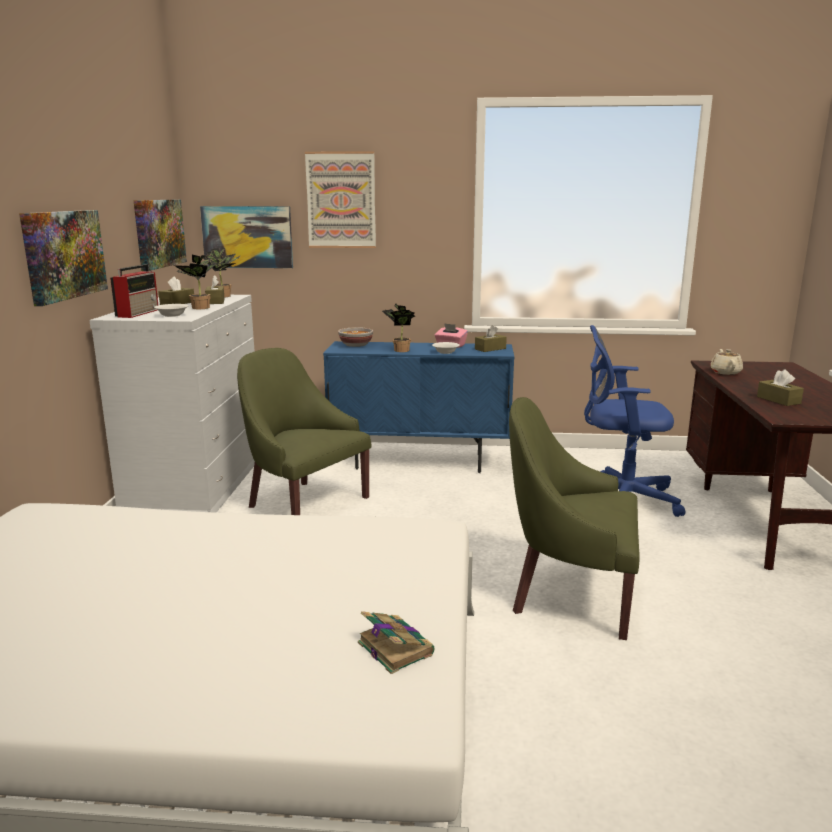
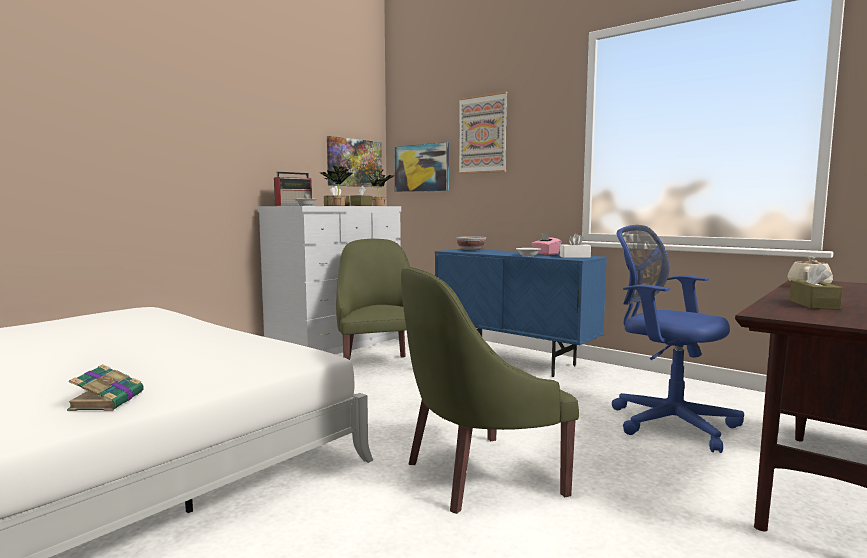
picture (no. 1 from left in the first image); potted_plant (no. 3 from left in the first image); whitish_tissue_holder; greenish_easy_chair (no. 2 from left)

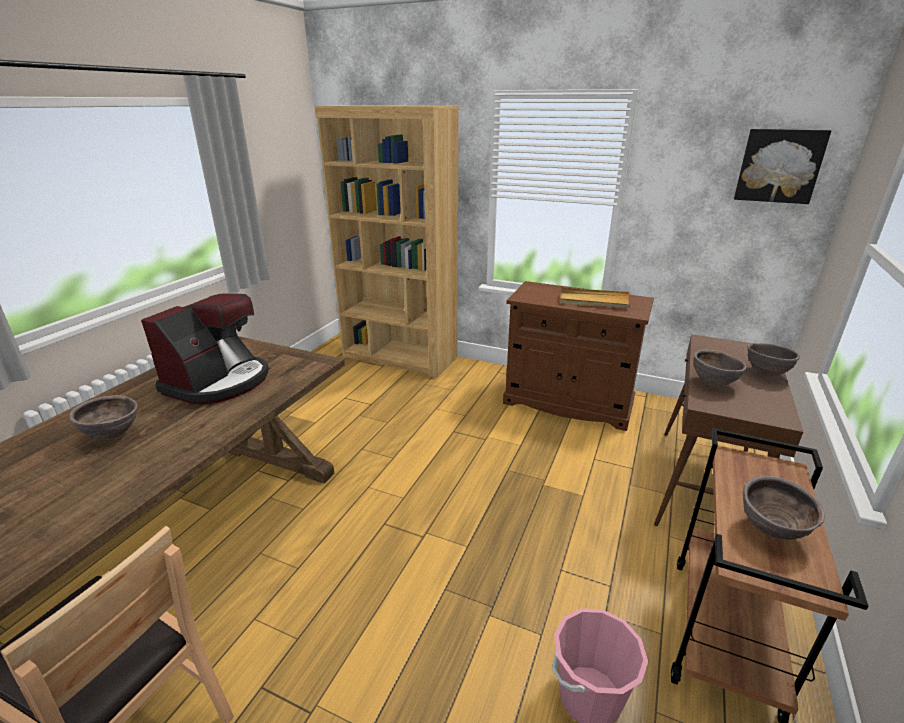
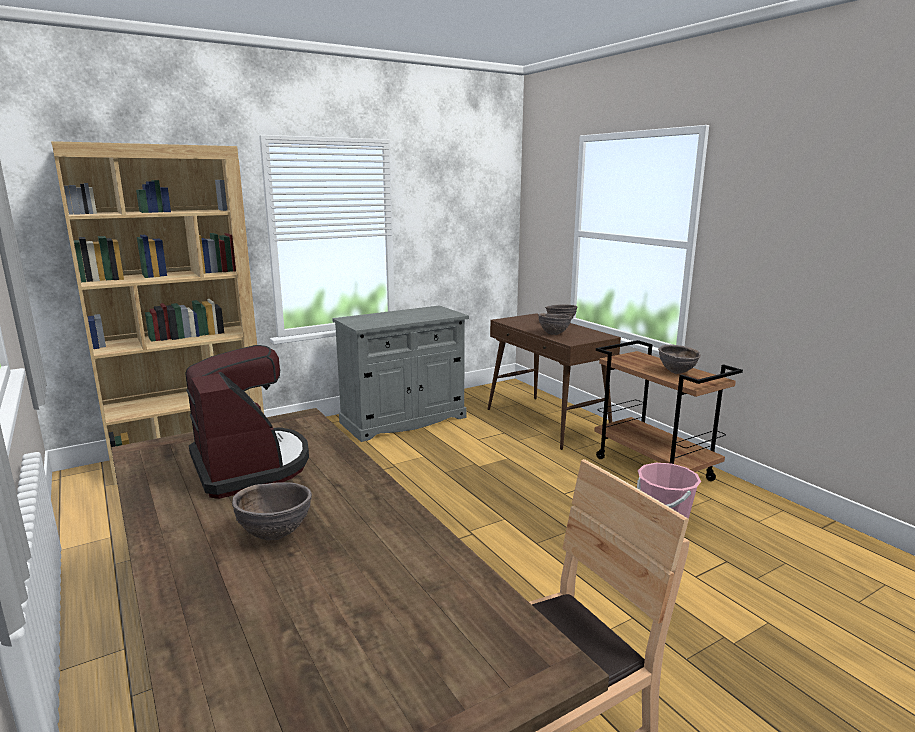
beige-coloured_carrying_tray; picture; grey_cupboard

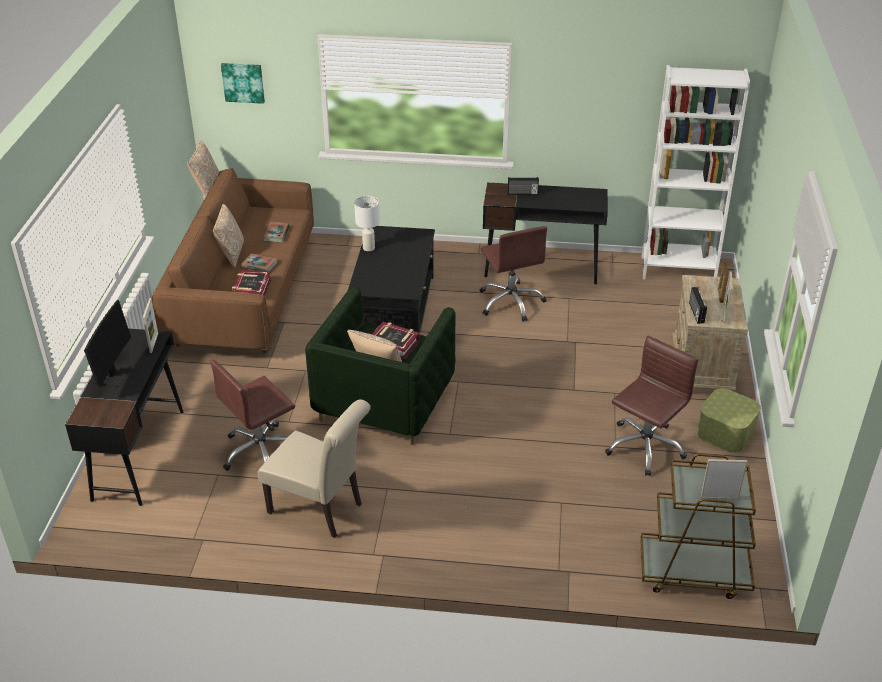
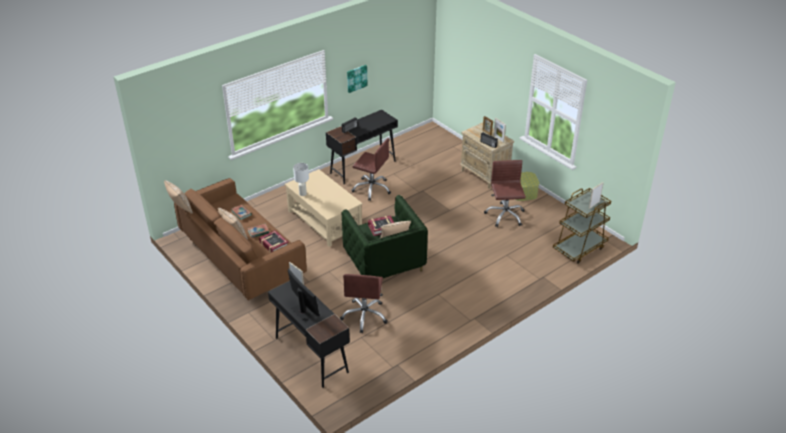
beige-coloured_plain_chair; whitish_shelving_unit; picture; beige-coloured_lounge_table

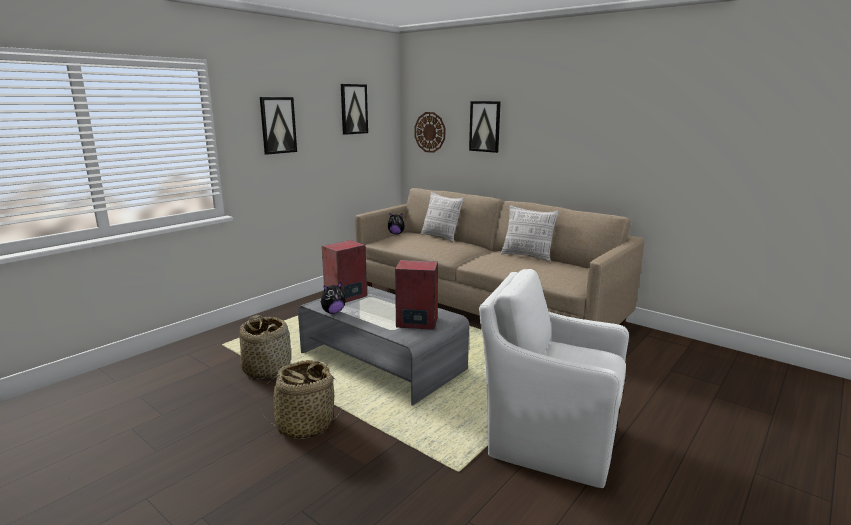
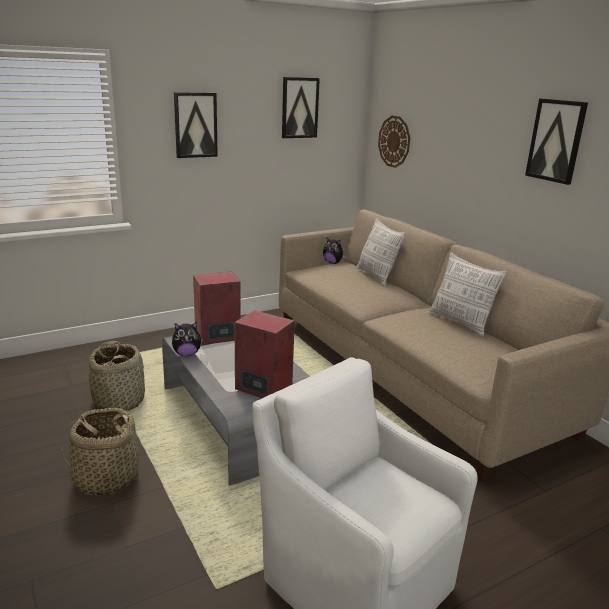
picture (no. 3 from left)

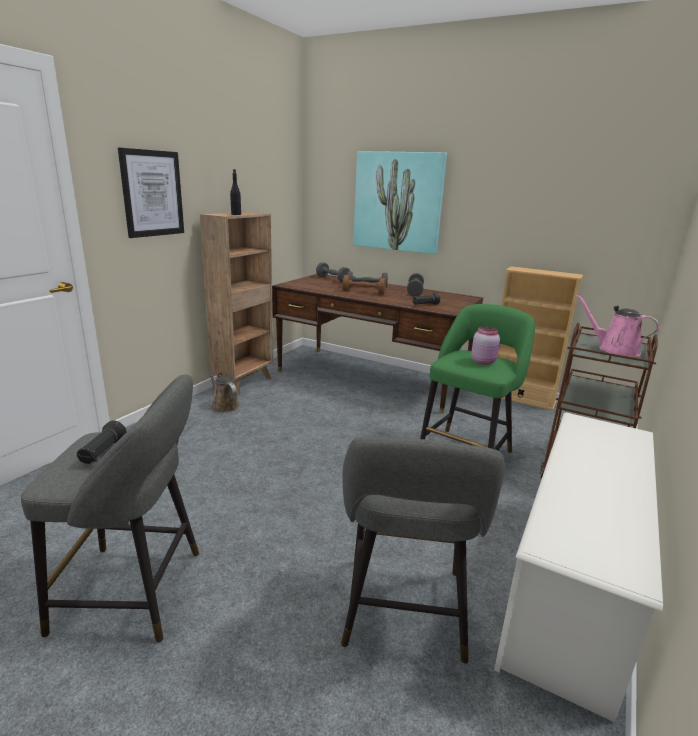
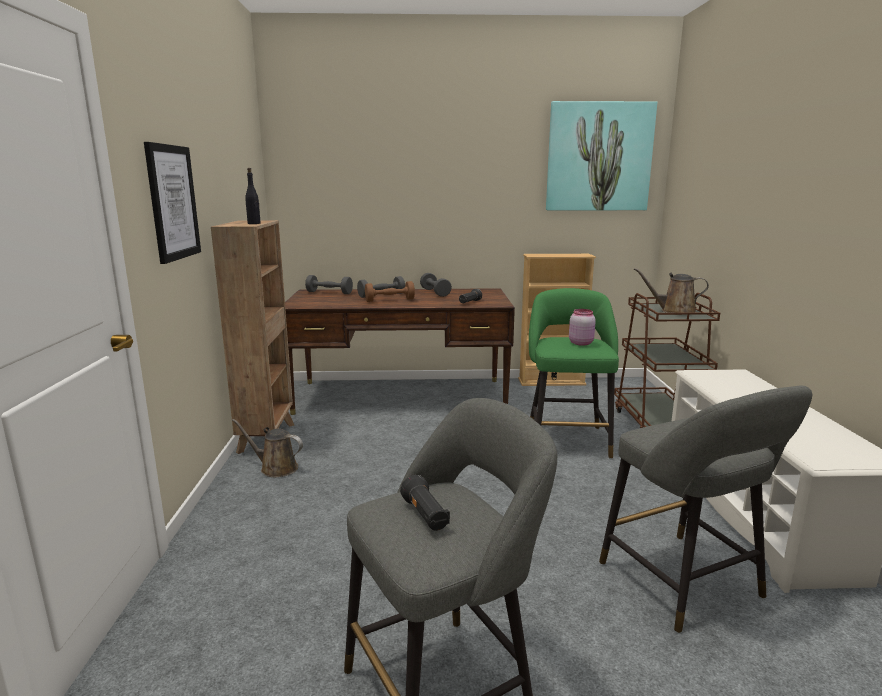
picture (no. 2 from left); brown-coloured_watering_pot (no. 2 from left)

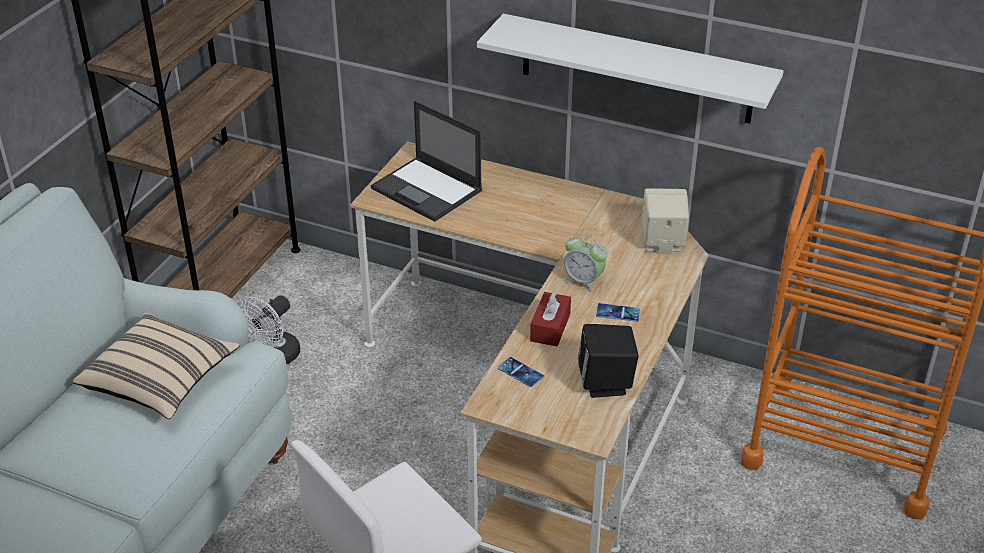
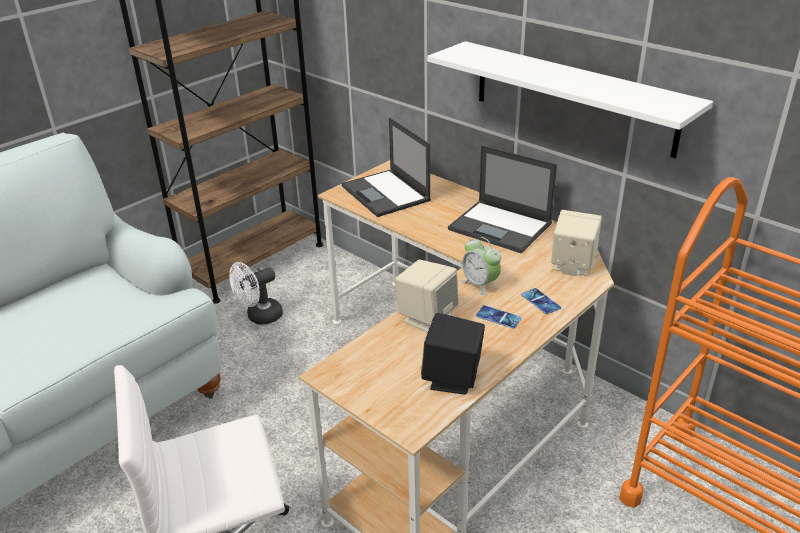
beige-coloured_throw_pillow; laptop (no. 2 from left); phone (no. 2 from left); beige-coloured_audio_speaker (no. 1 from left)

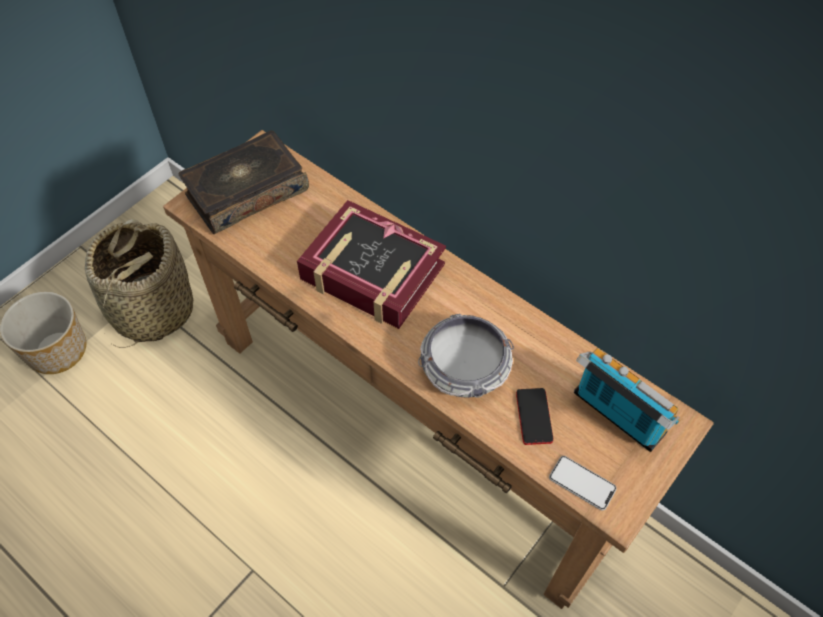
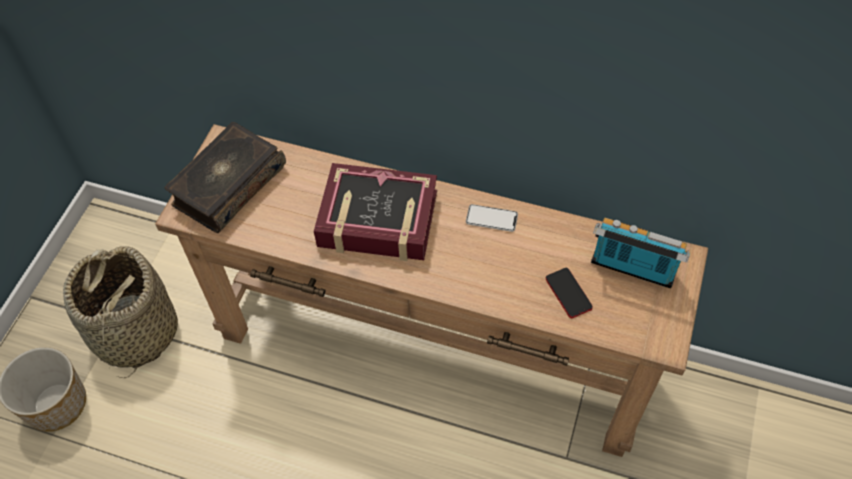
deep_dish; phone (no. 1 from left)

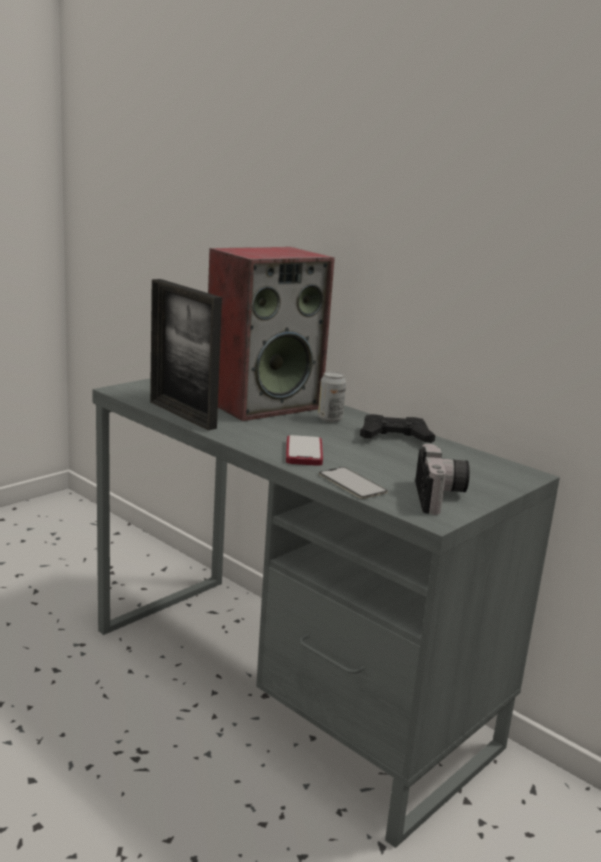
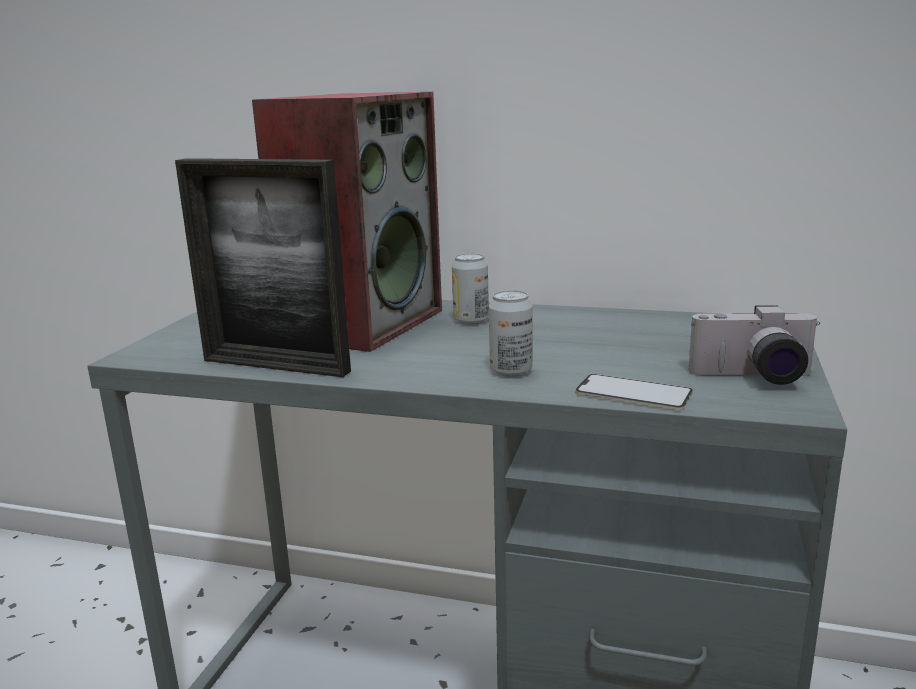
black_gamepad; can (no. 2 from left); still_camera

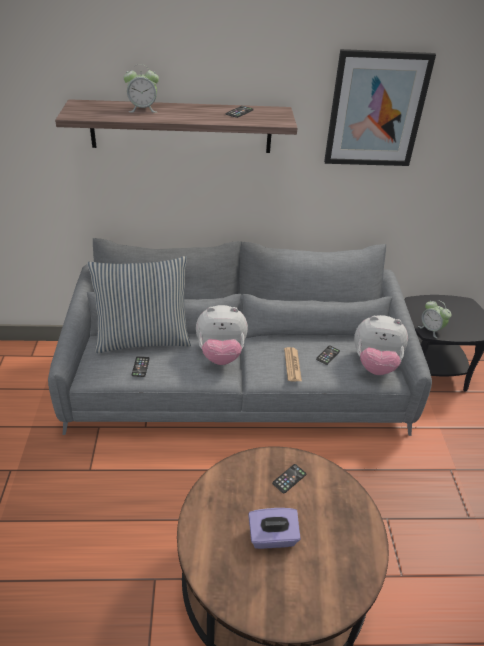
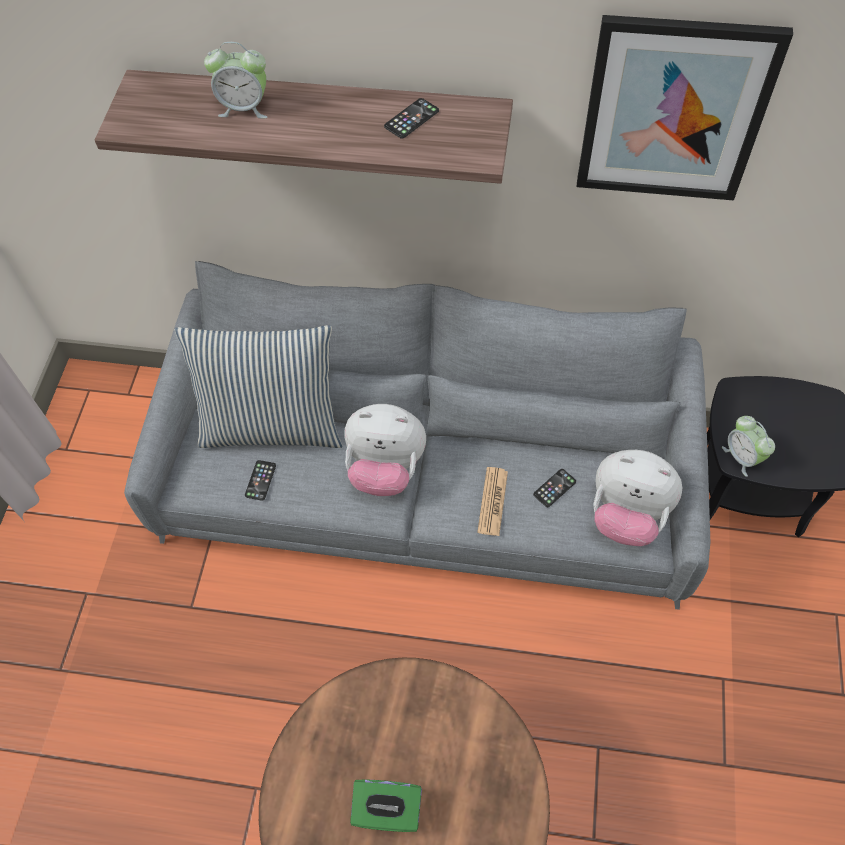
phone (no. 3 from left in the first image); greenish_tissue_holder

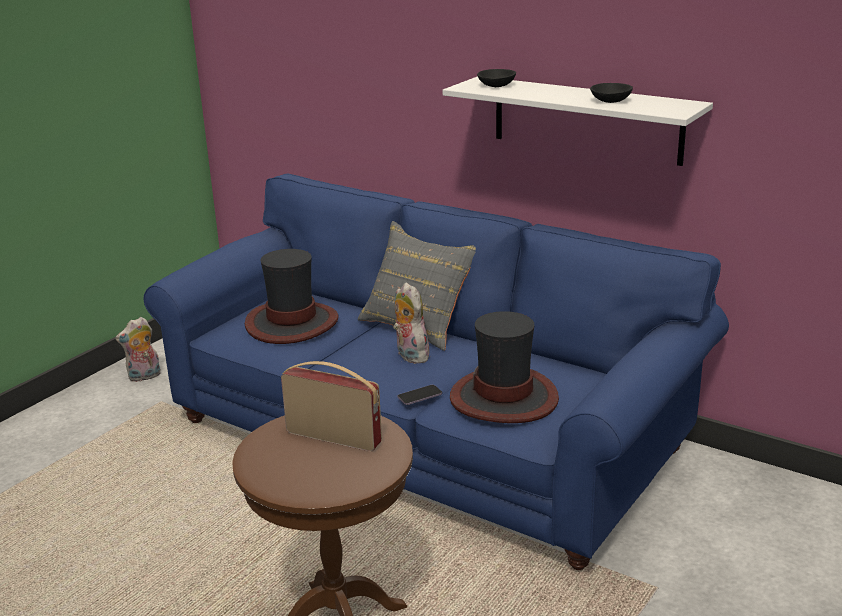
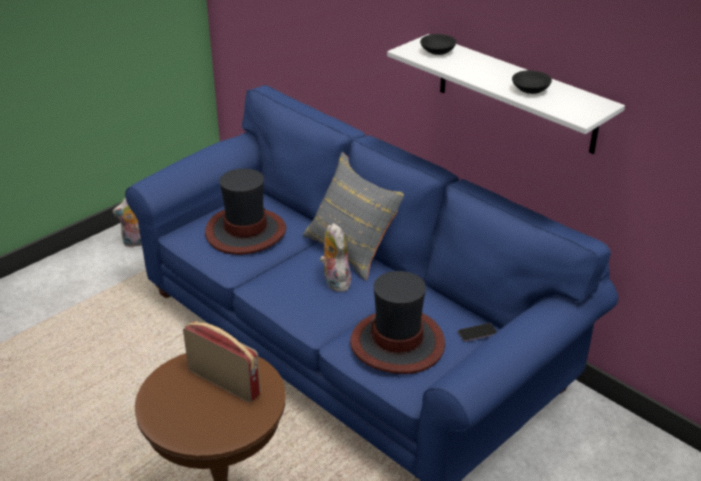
phone

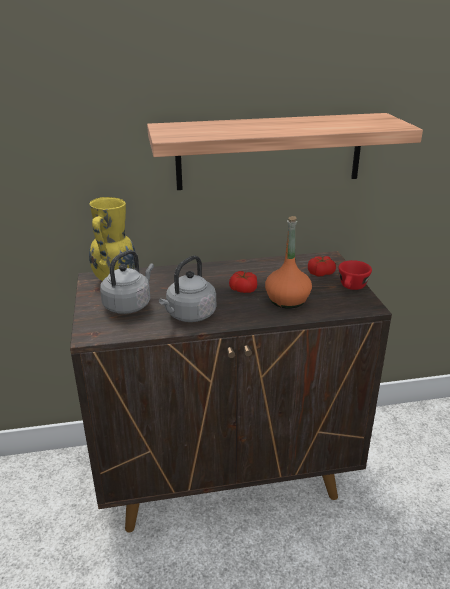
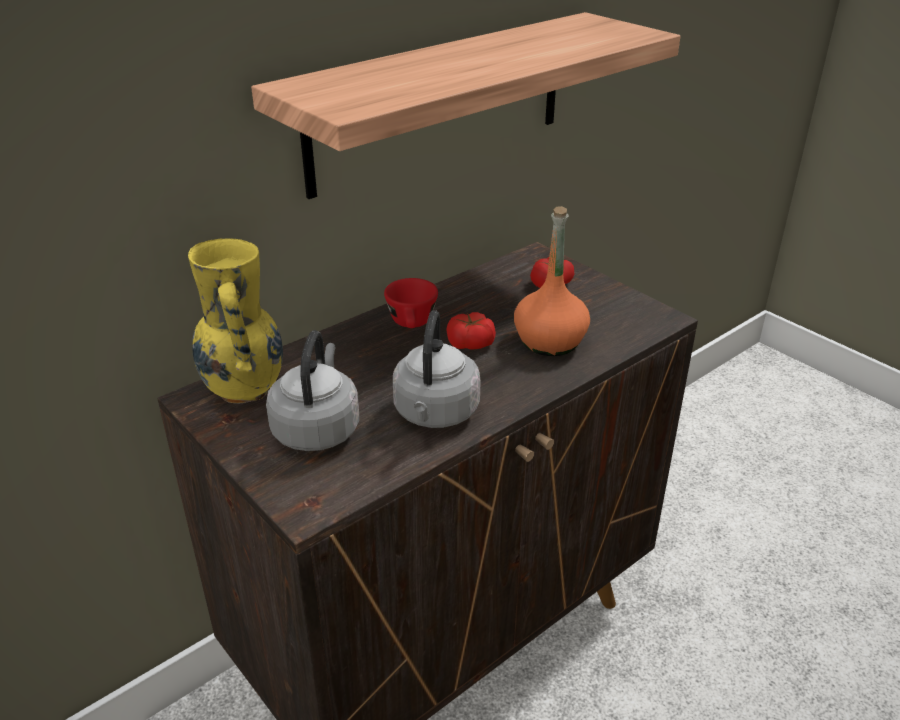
reddish_drinking_cup

